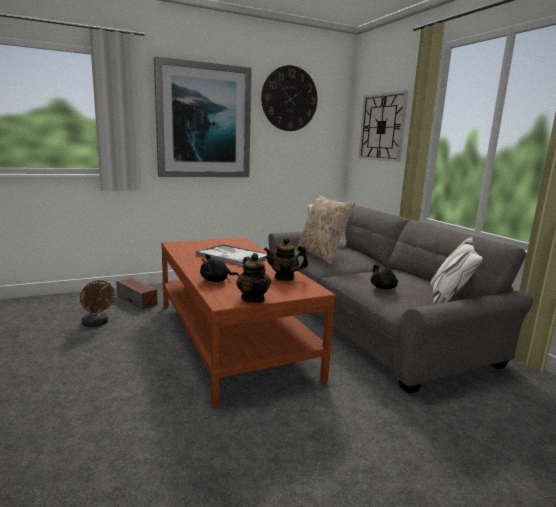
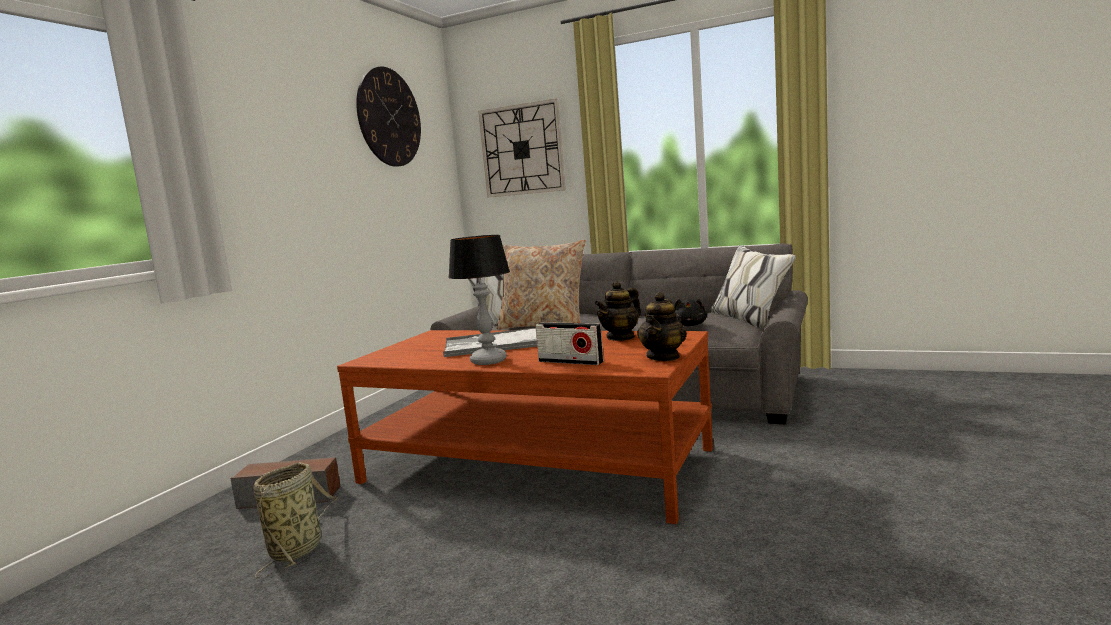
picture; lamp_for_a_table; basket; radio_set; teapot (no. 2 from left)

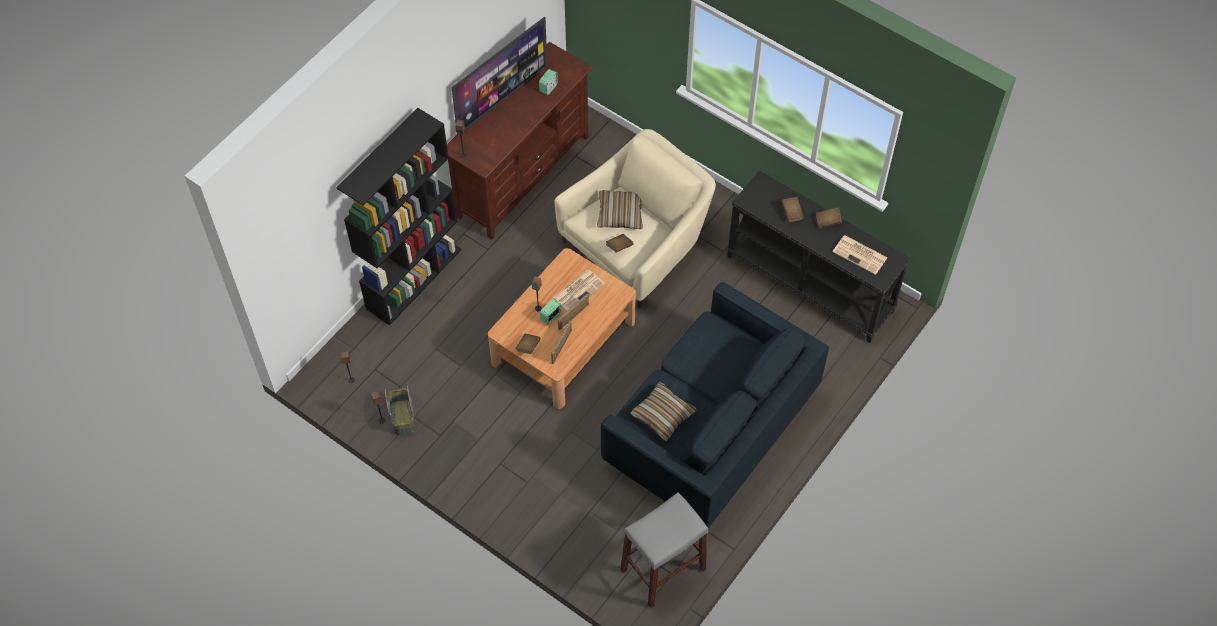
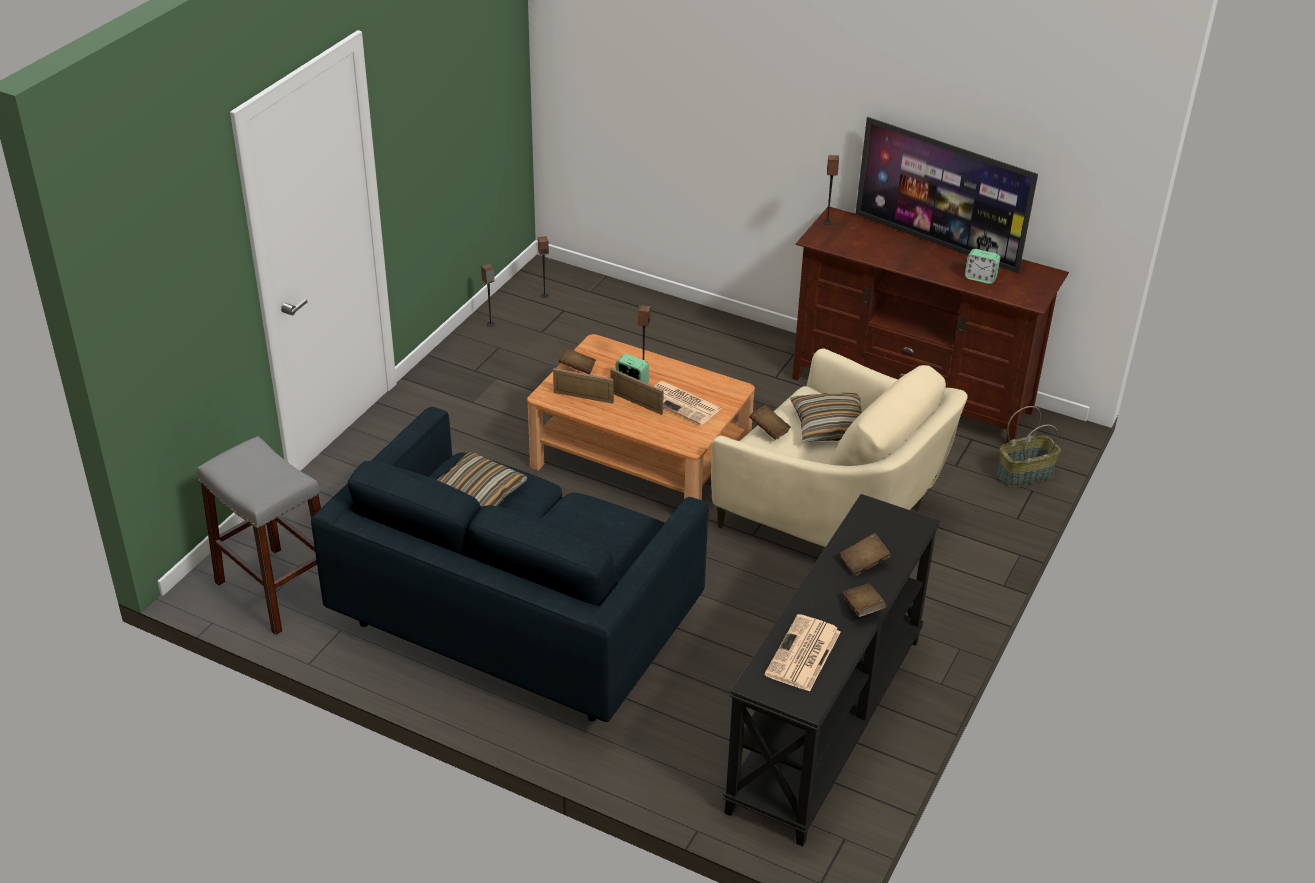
black_shelving_unit; basket

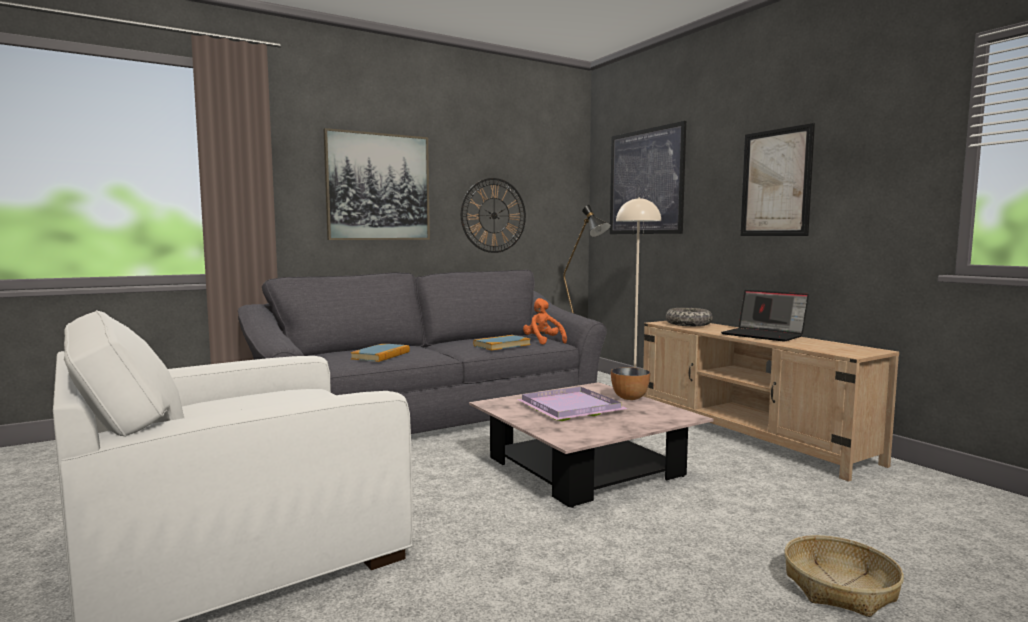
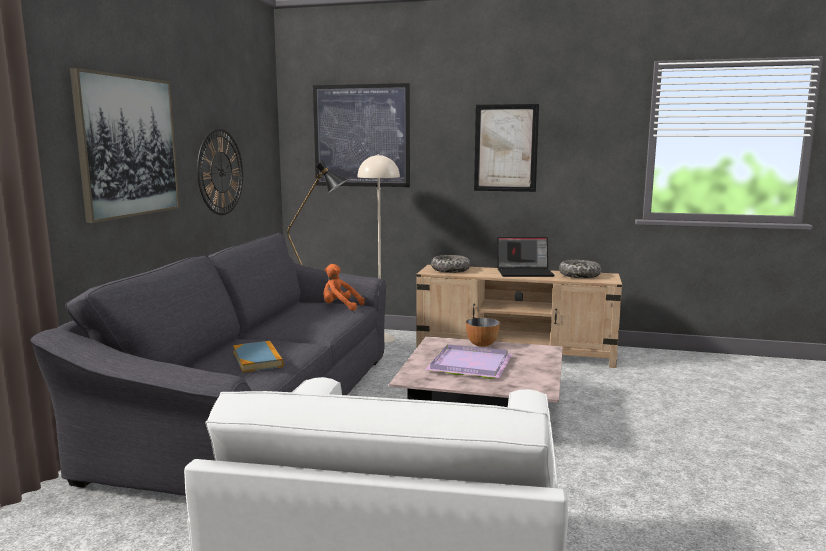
bound_book (no. 2 from left in the first image); basket; deep_dish (no. 3 from left)

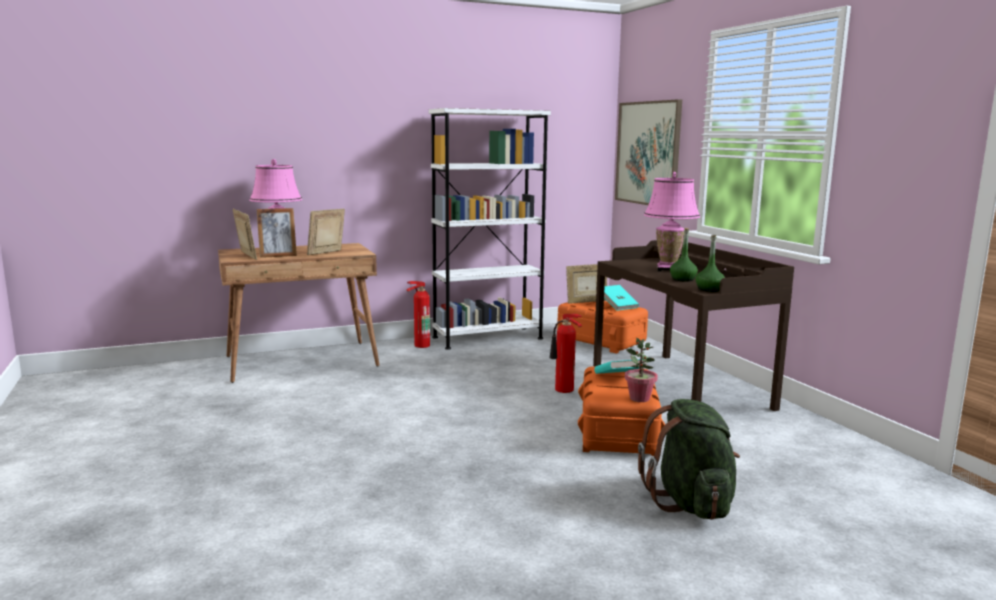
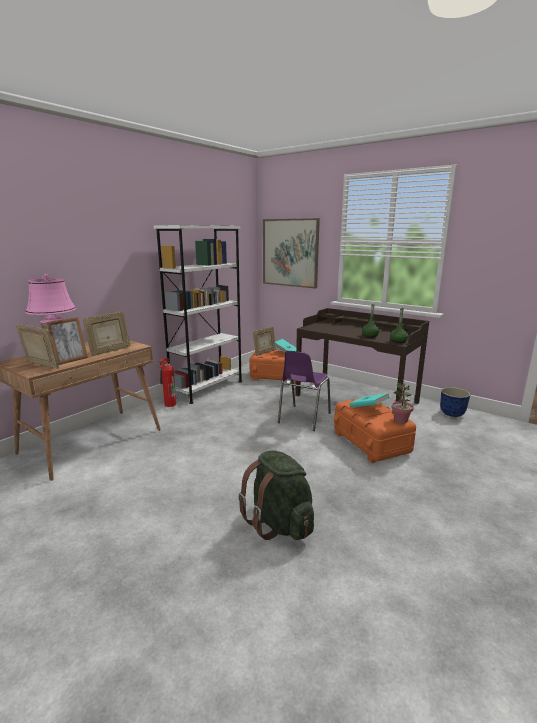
pink-coloured_lamp_for_a_table (no. 2 from left in the first image); plant_pot; greenish_rucksack; purple_plain_chair; standing_frame (no. 3 from left)

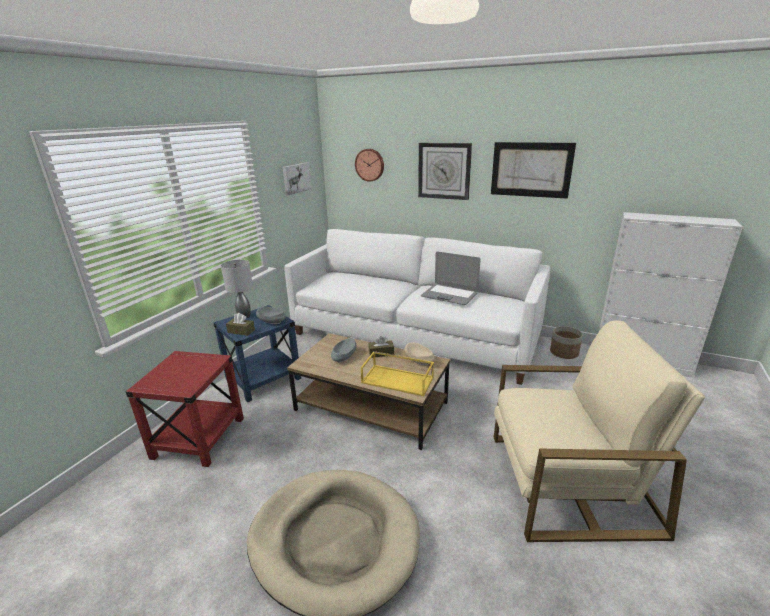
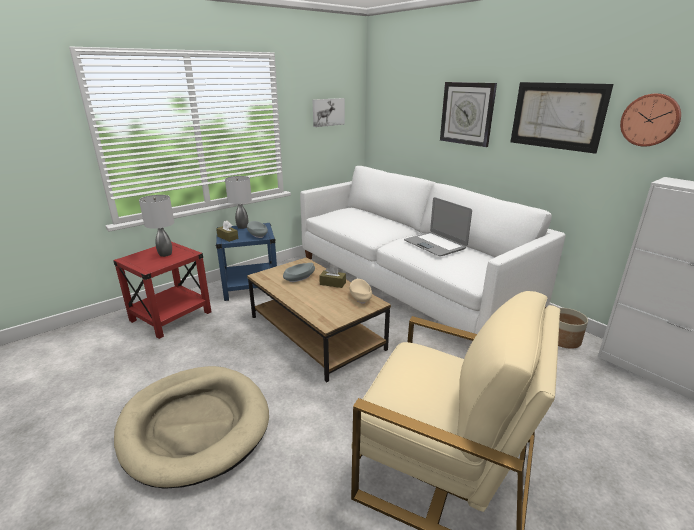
yellow_carrying_tray; grey_lamp_for_a_table (no. 1 from left); hanging_clock (no. 2 from left)

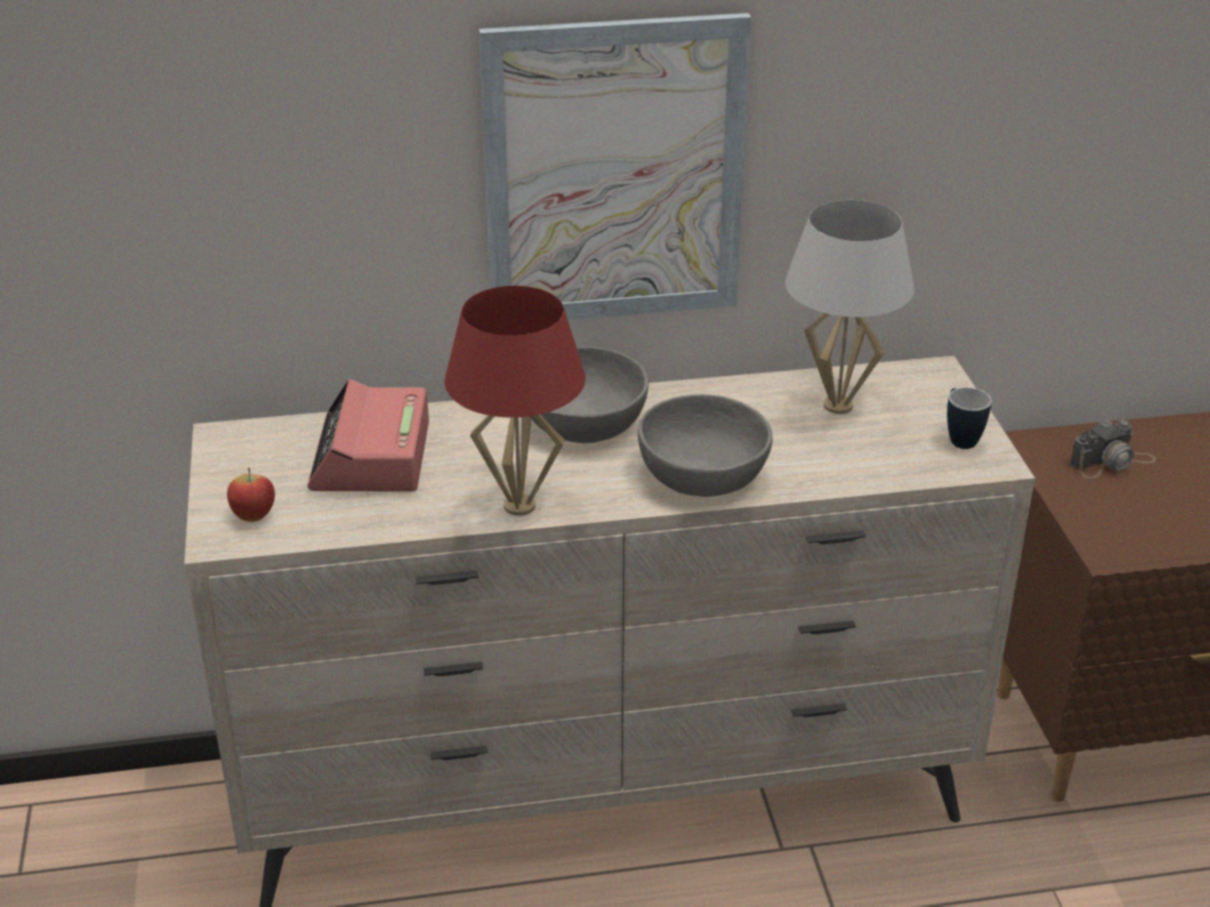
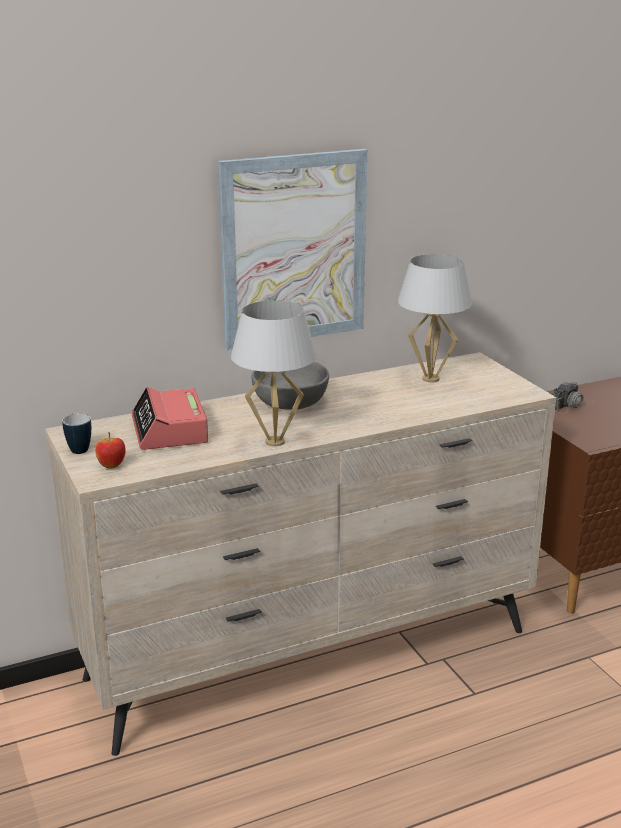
grey_deep_dish (no. 2 from left in the first image); mug; whitish_lamp_for_a_table (no. 1 from left)

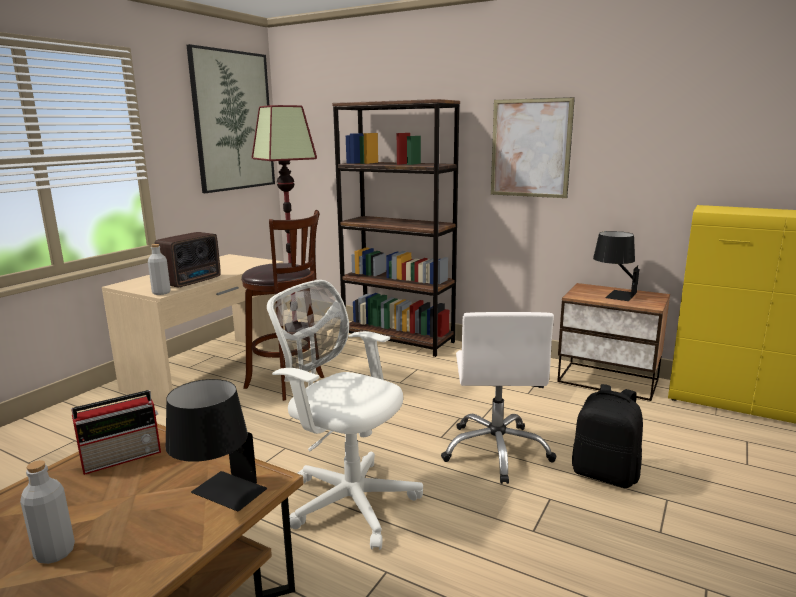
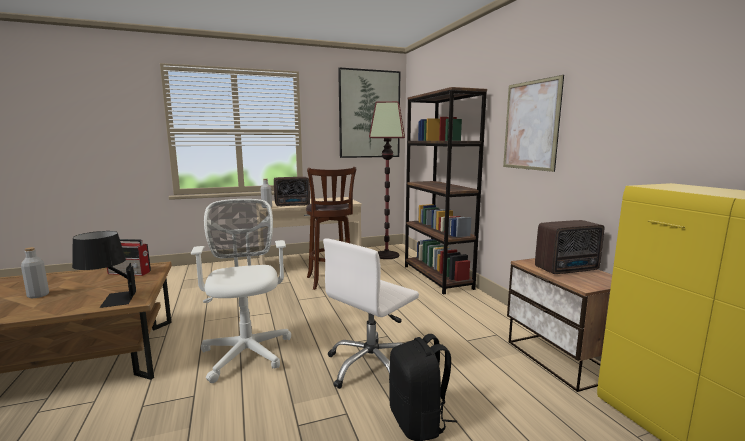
radio_set (no. 3 from left)

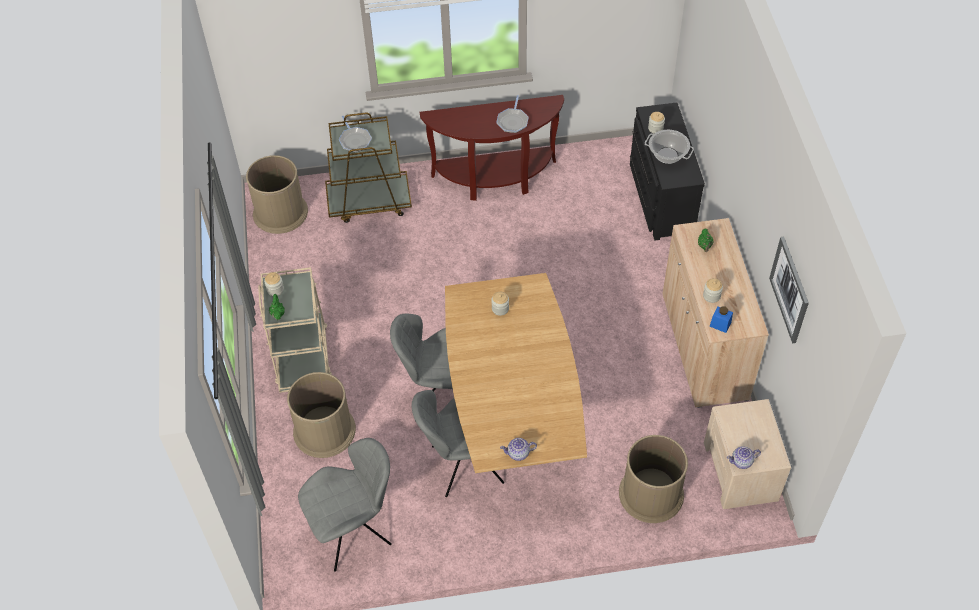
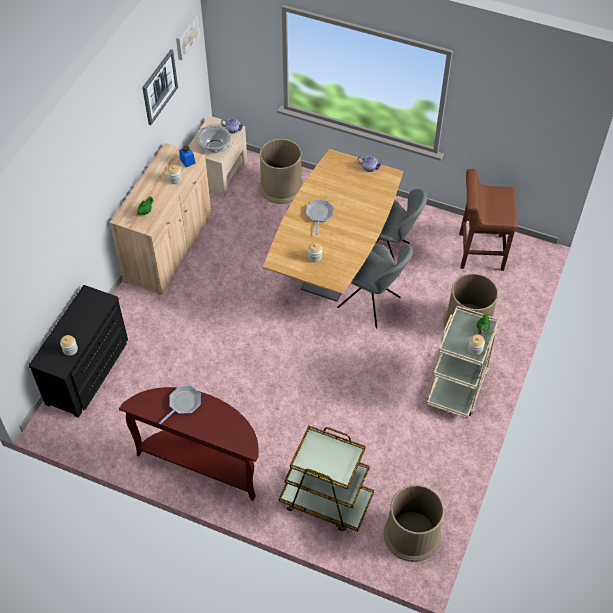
picture (no. 2 from left); skillet (no. 2 from left); stockpot; brown-coloured_stool

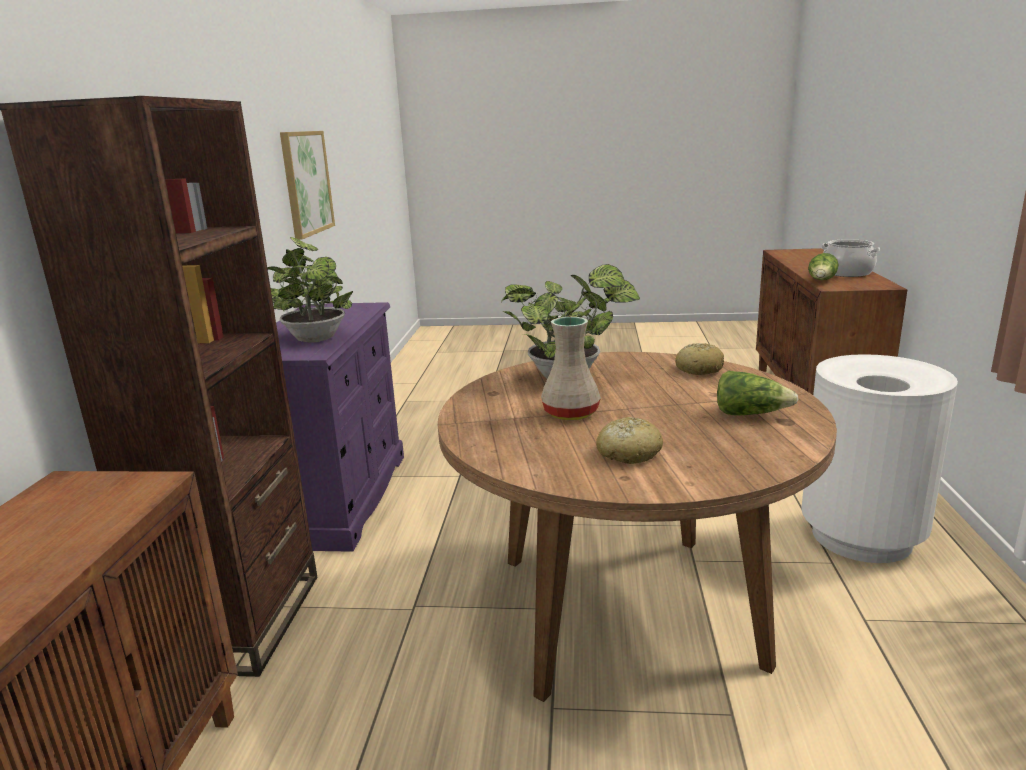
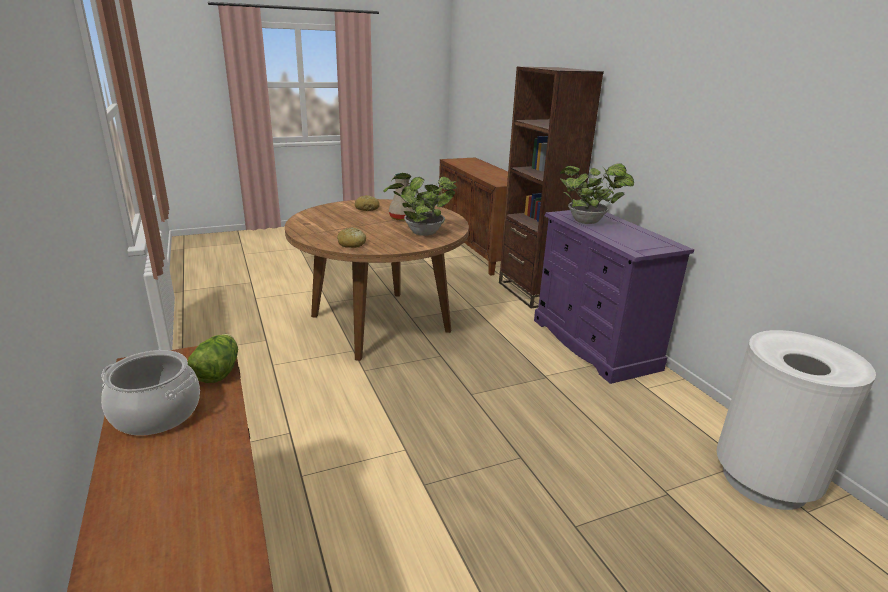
picture; head_of_lettuce (no. 1 from left in the first image); whitish_trash_can

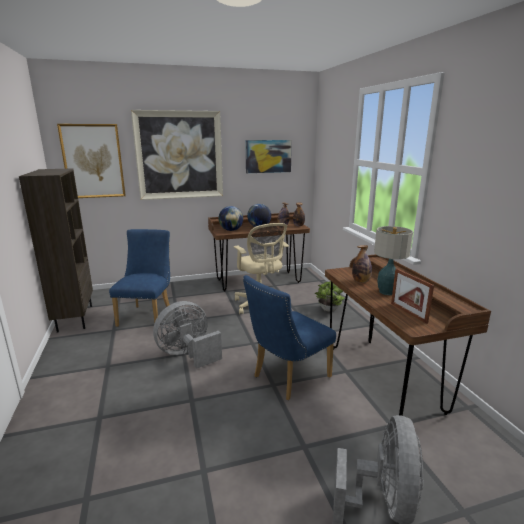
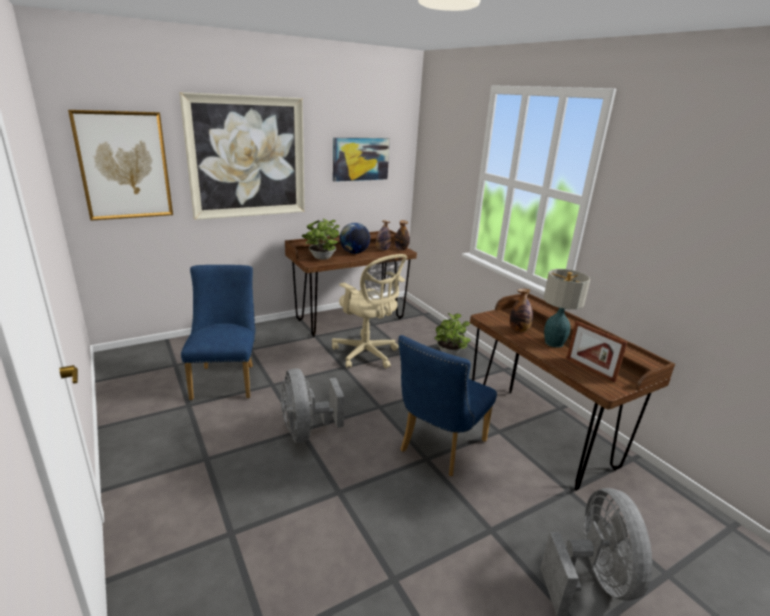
brown-coloured_shelving_unit; potted_plant (no. 1 from left); grey_electric_fan (no. 1 from left)

